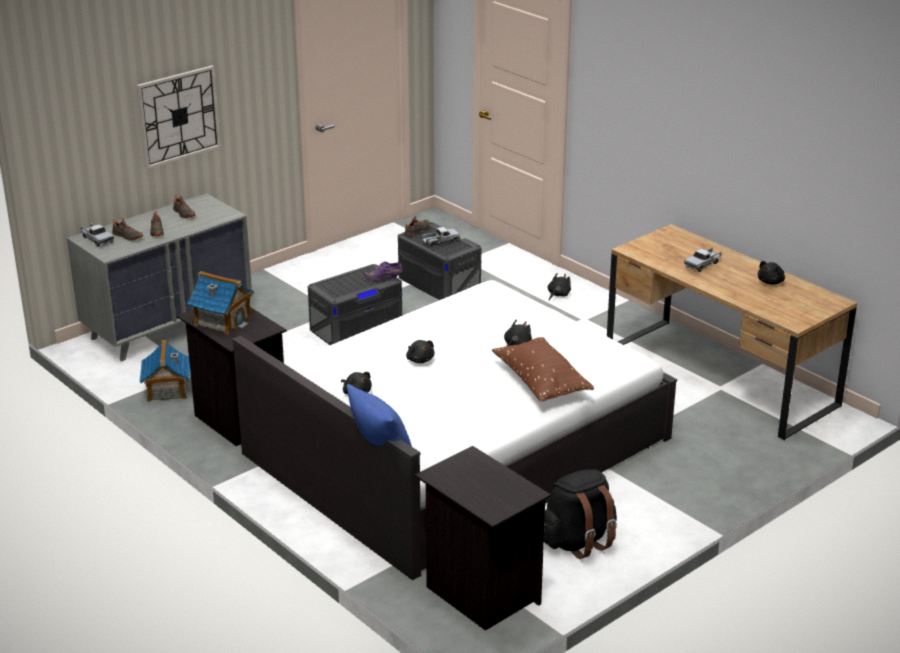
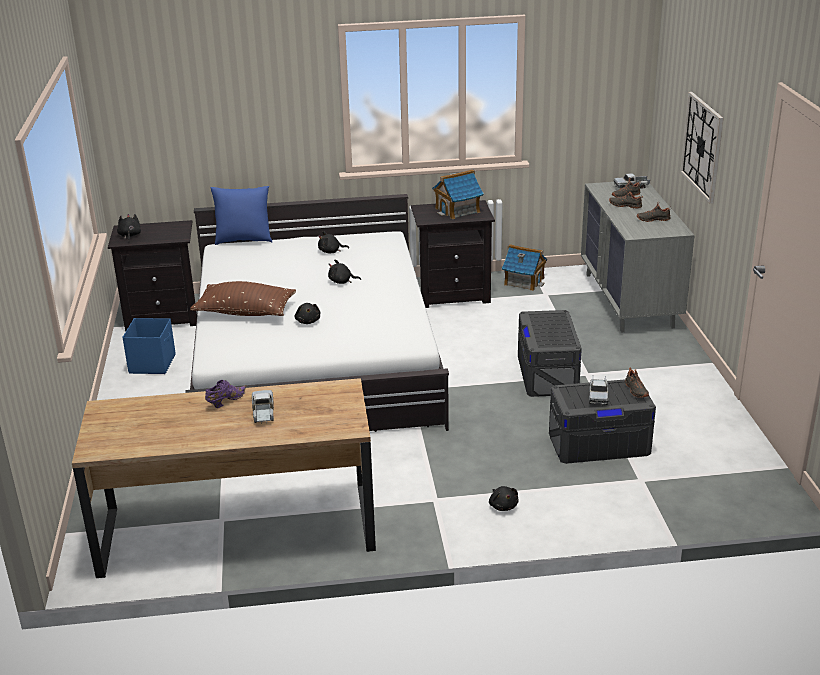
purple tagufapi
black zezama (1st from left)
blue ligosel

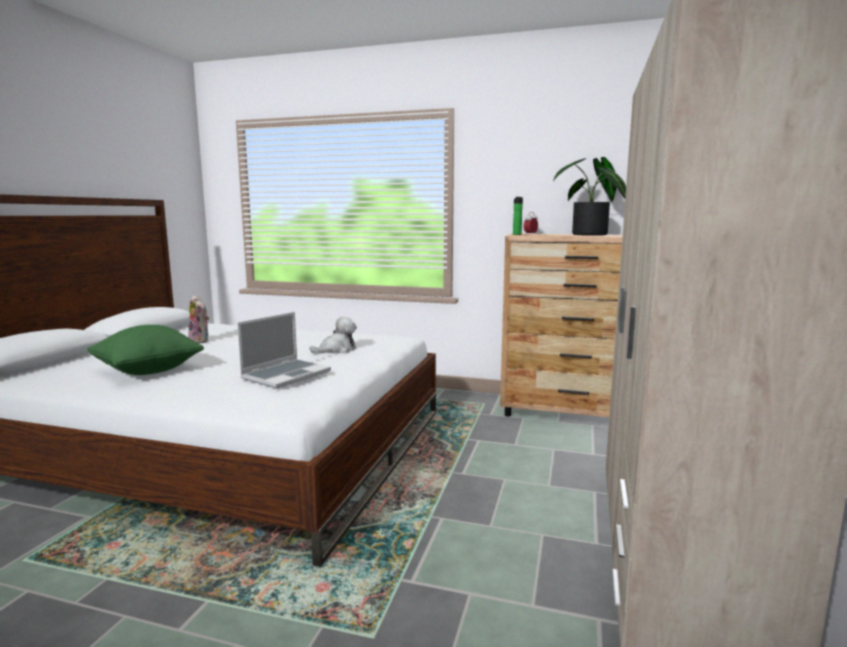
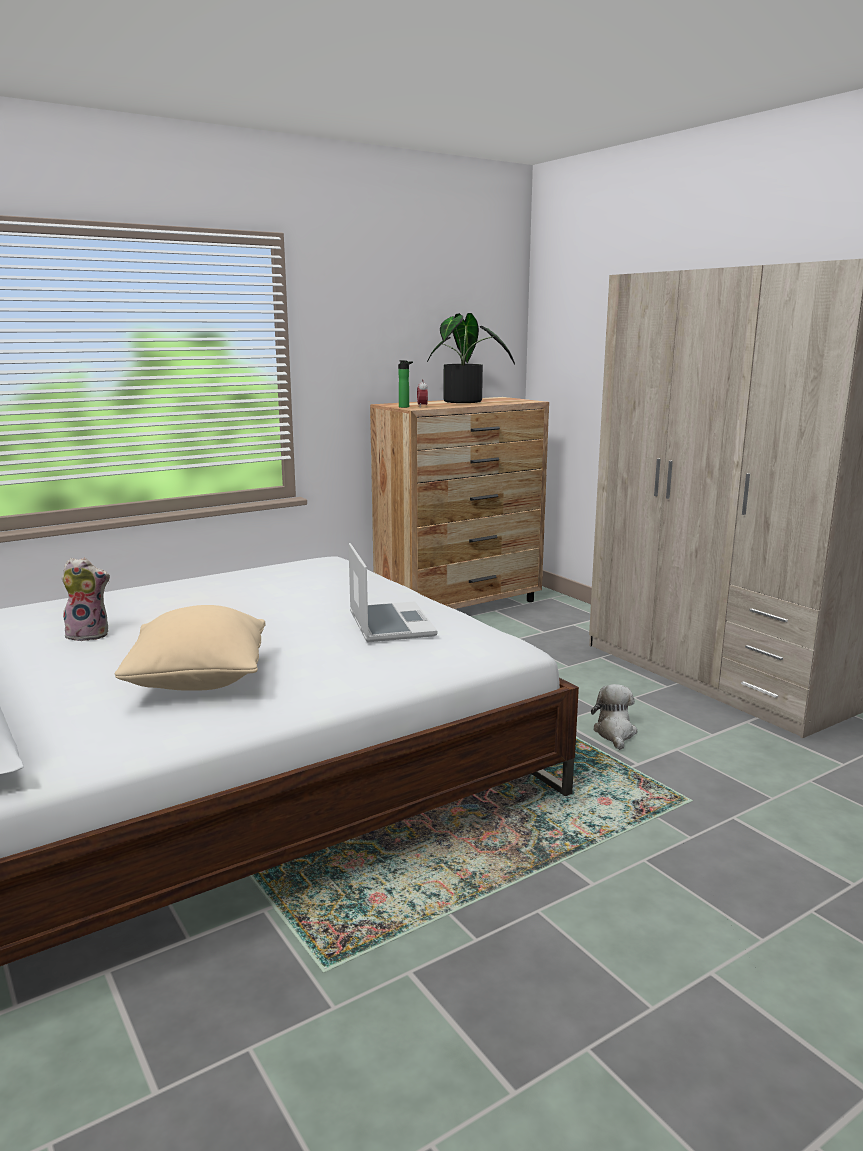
zezama (2nd from left)
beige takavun

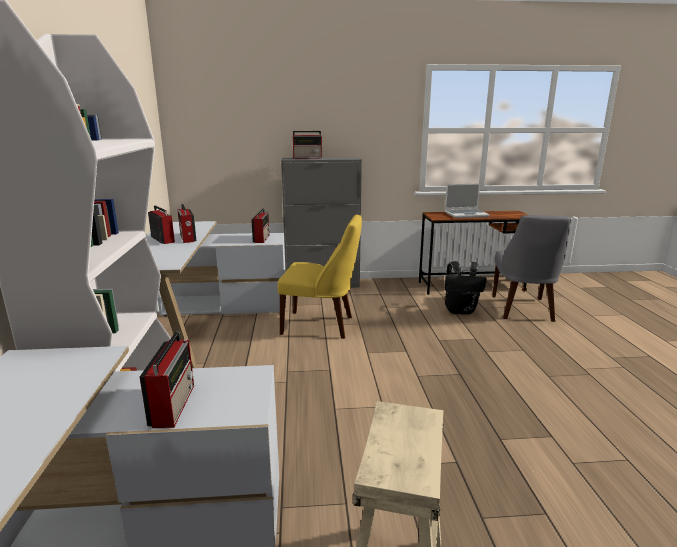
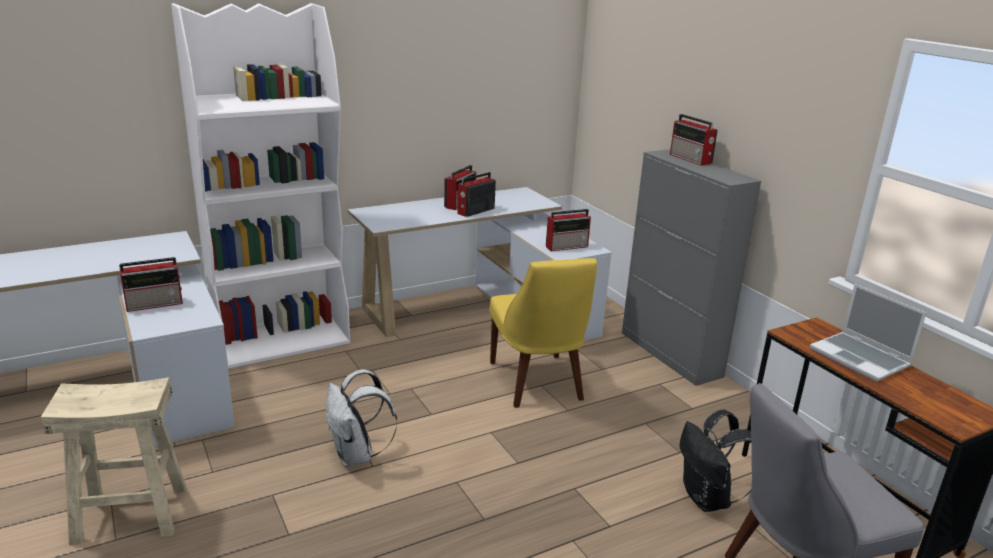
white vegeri

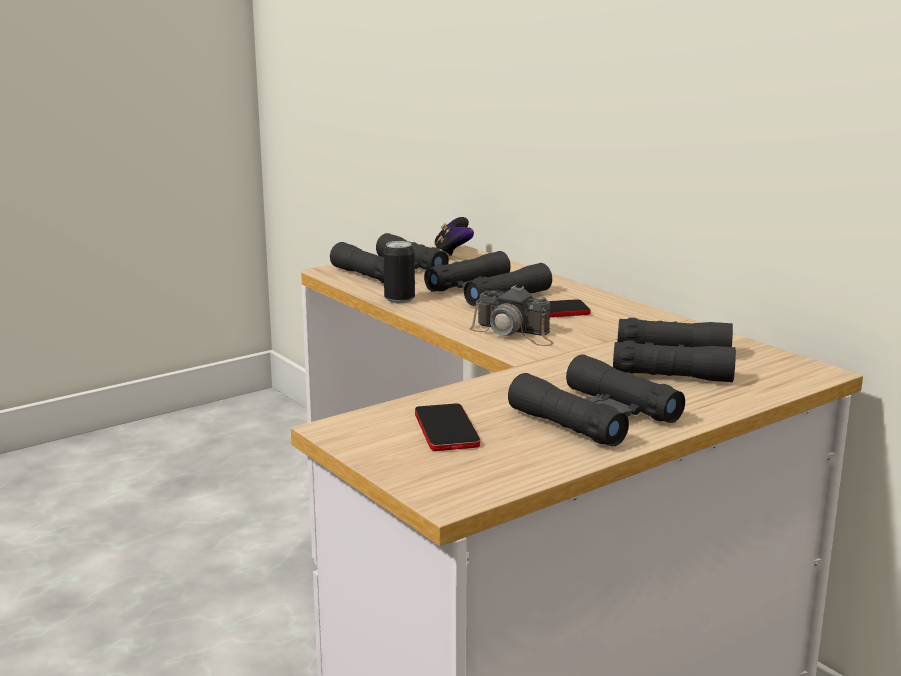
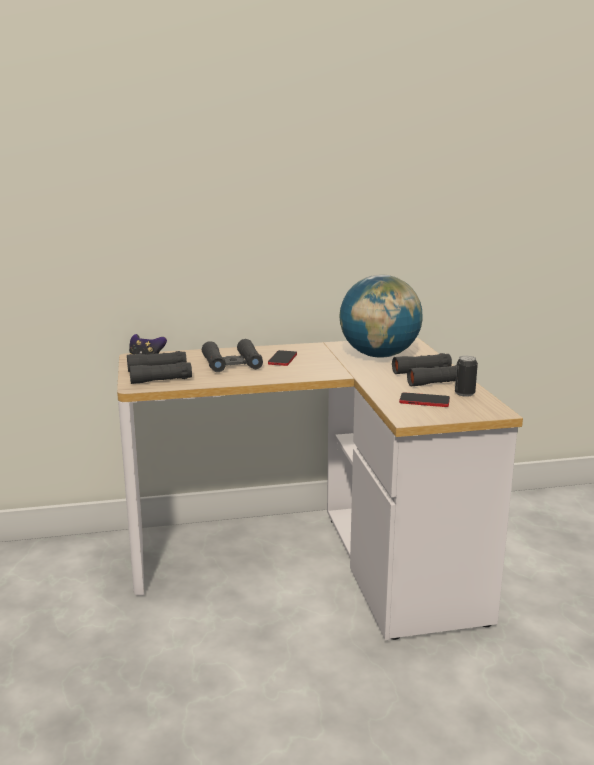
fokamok
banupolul
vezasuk

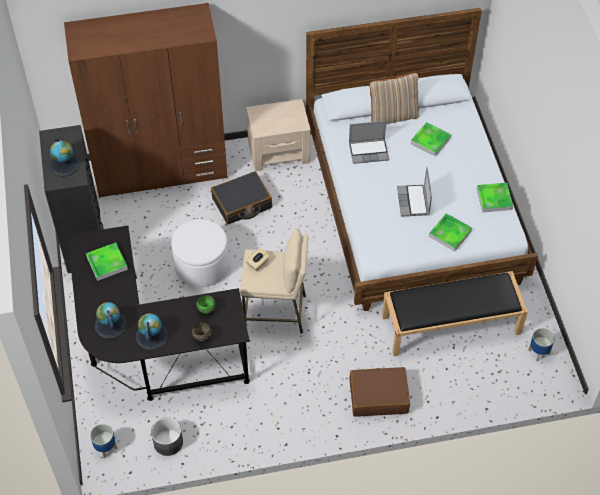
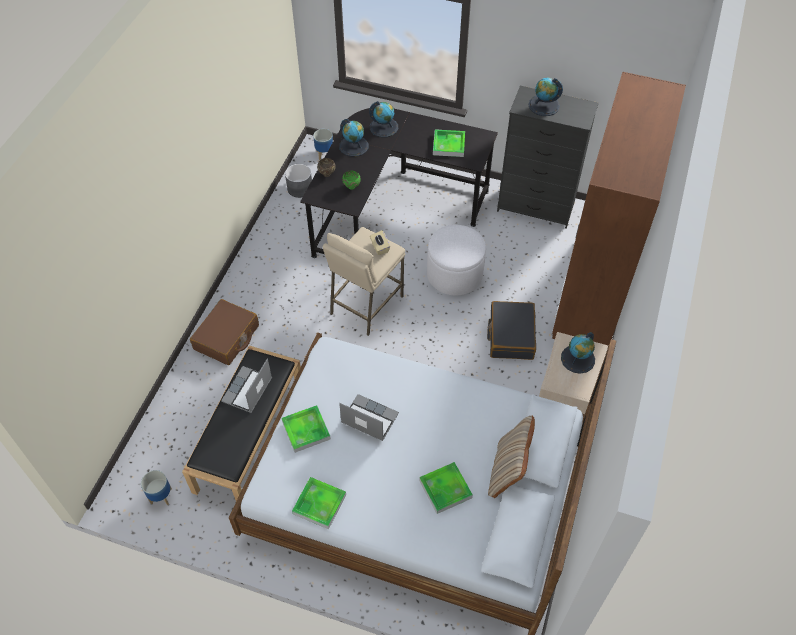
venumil (1st from left)
vezasuk (4th from left)

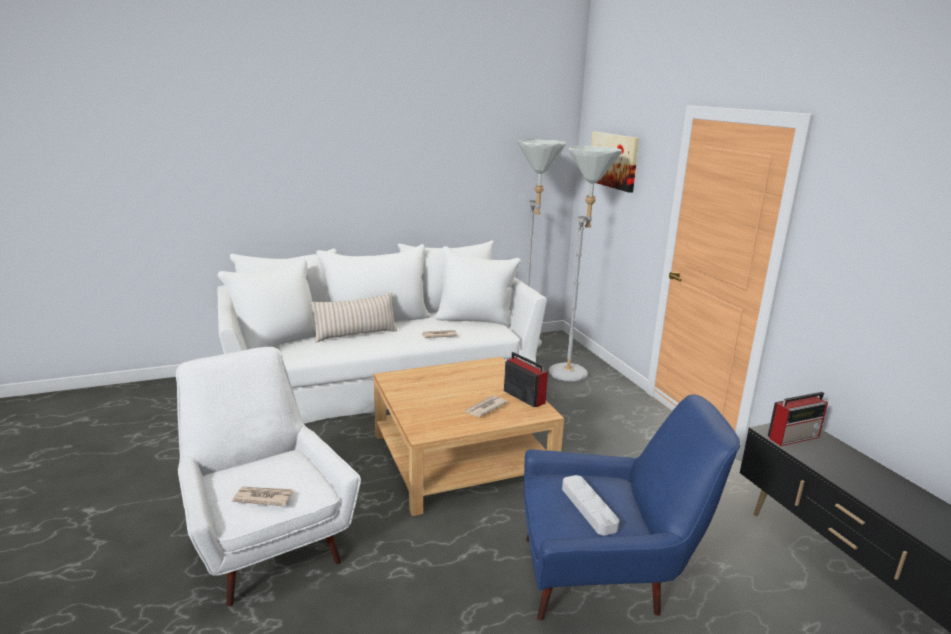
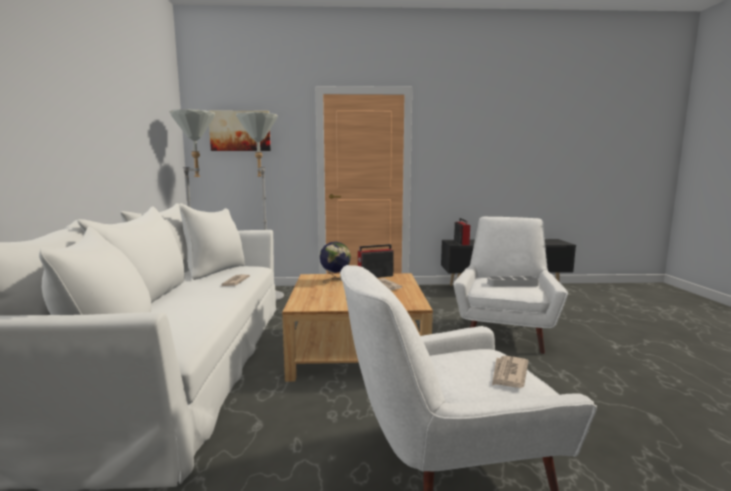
beige takavun
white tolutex (2nd from left)
vezasuk

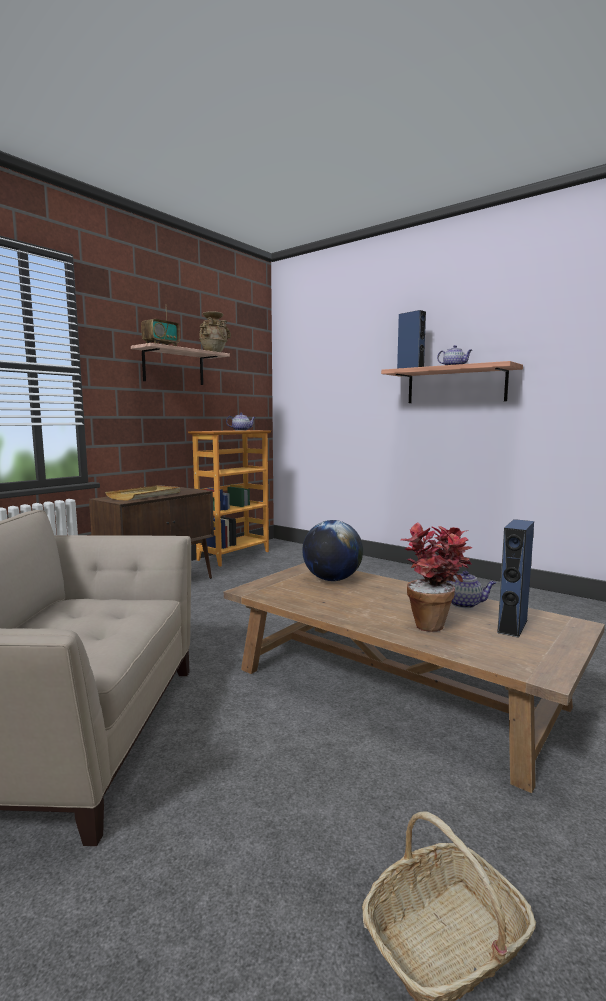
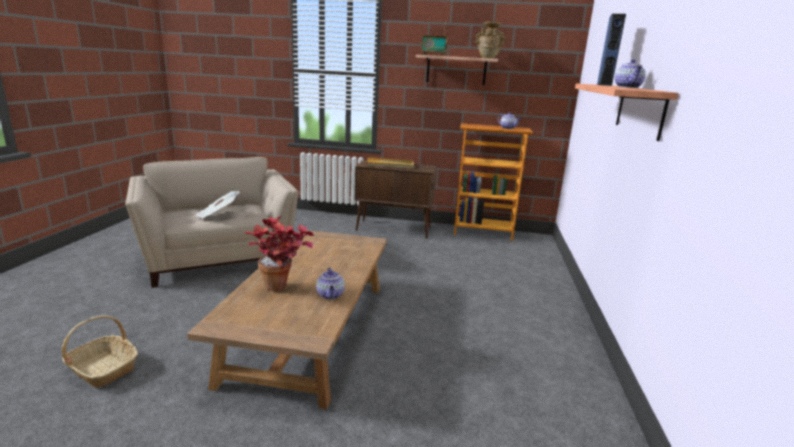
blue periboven (2nd from left in the first image)
vezasuk
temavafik

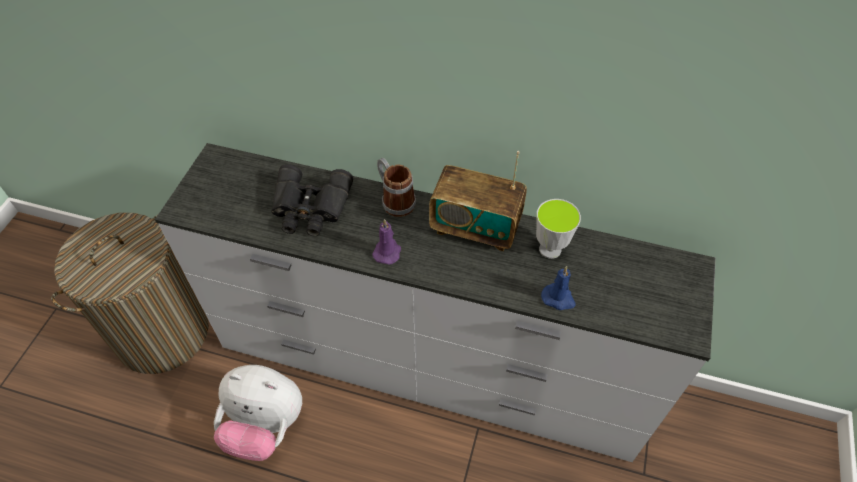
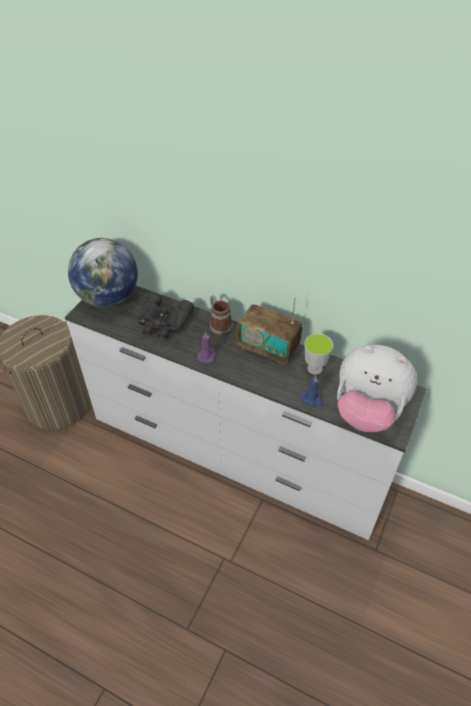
zezama
vezasuk

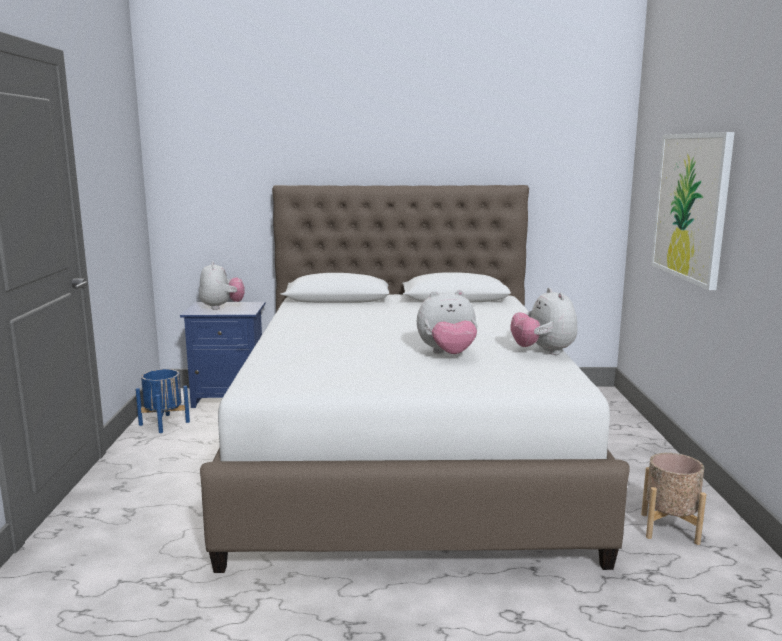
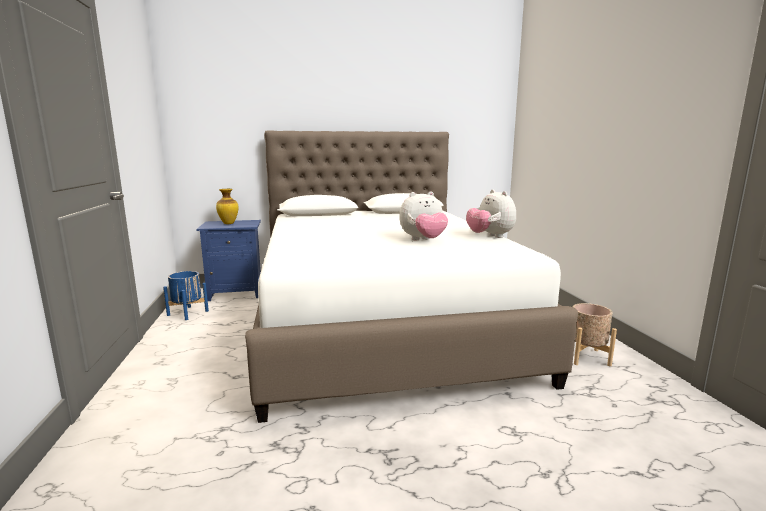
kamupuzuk
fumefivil

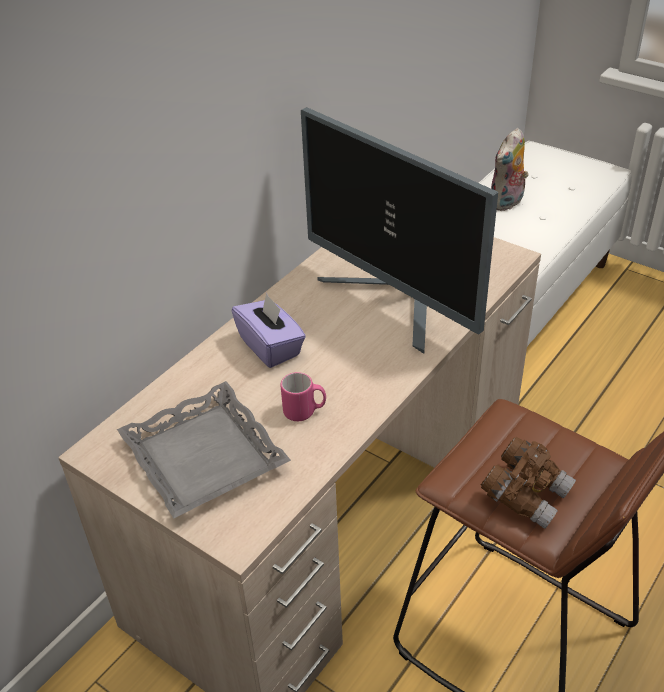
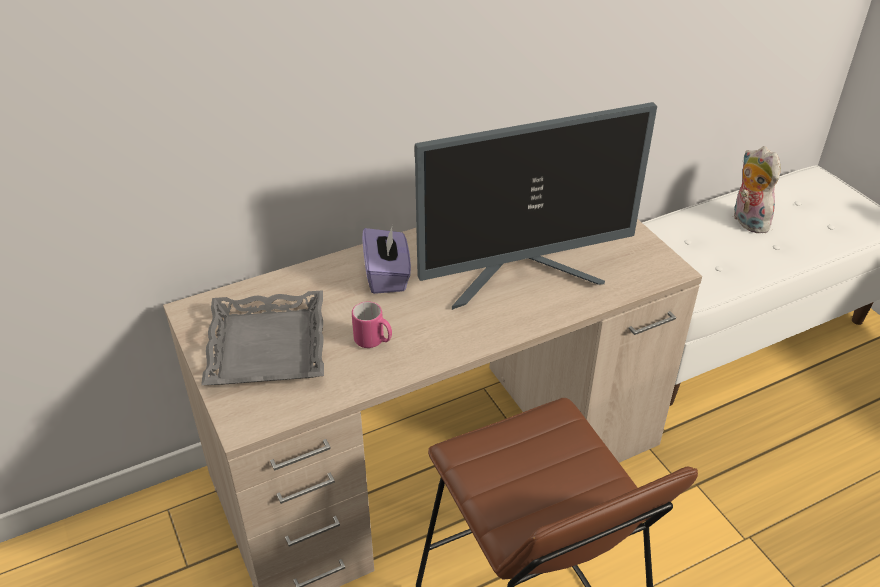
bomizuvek
zezama
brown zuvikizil

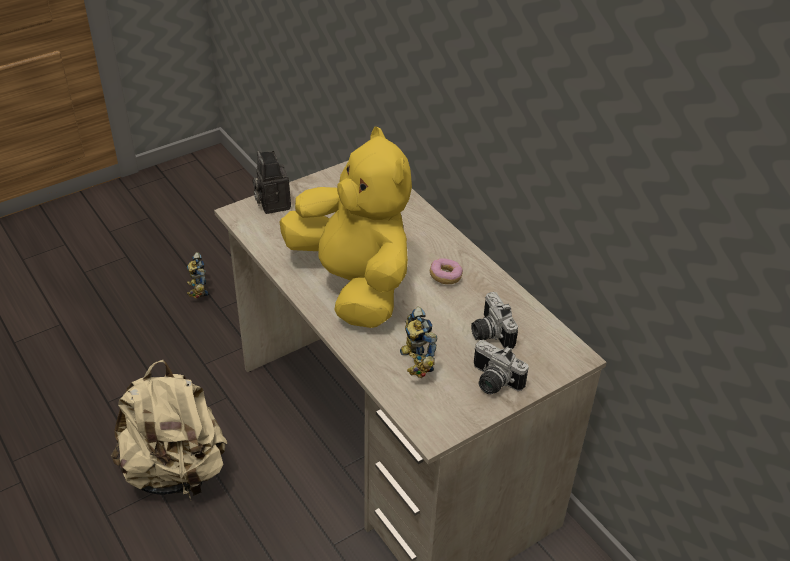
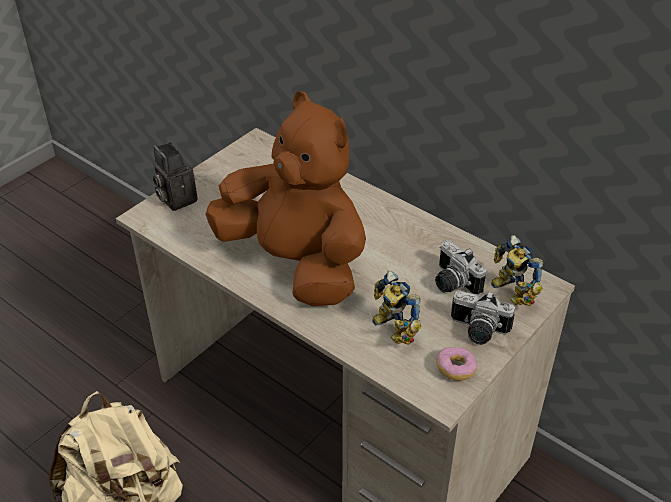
brown zezama
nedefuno (2nd from left)
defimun

